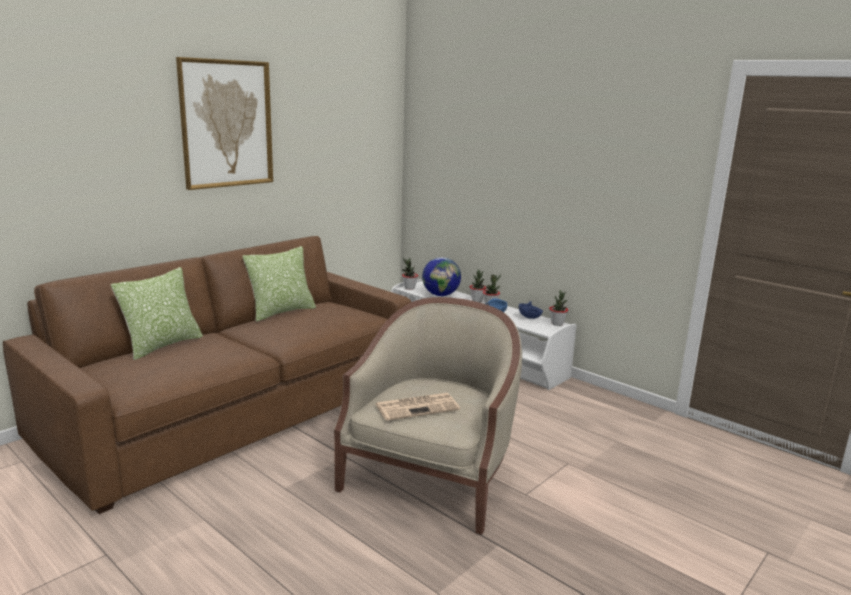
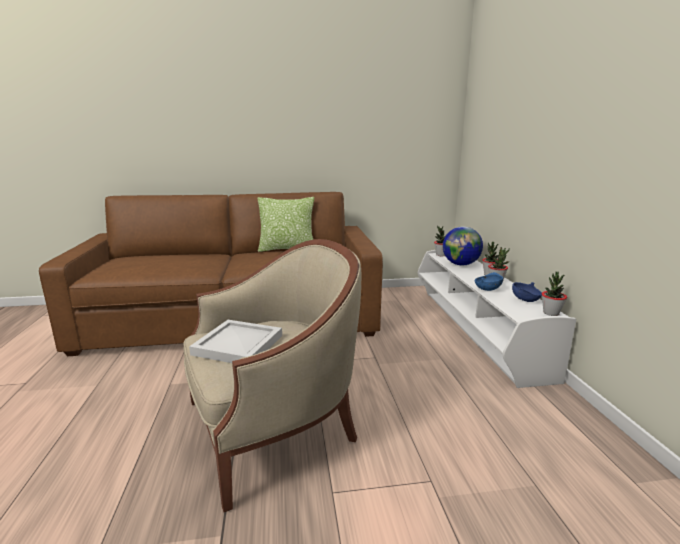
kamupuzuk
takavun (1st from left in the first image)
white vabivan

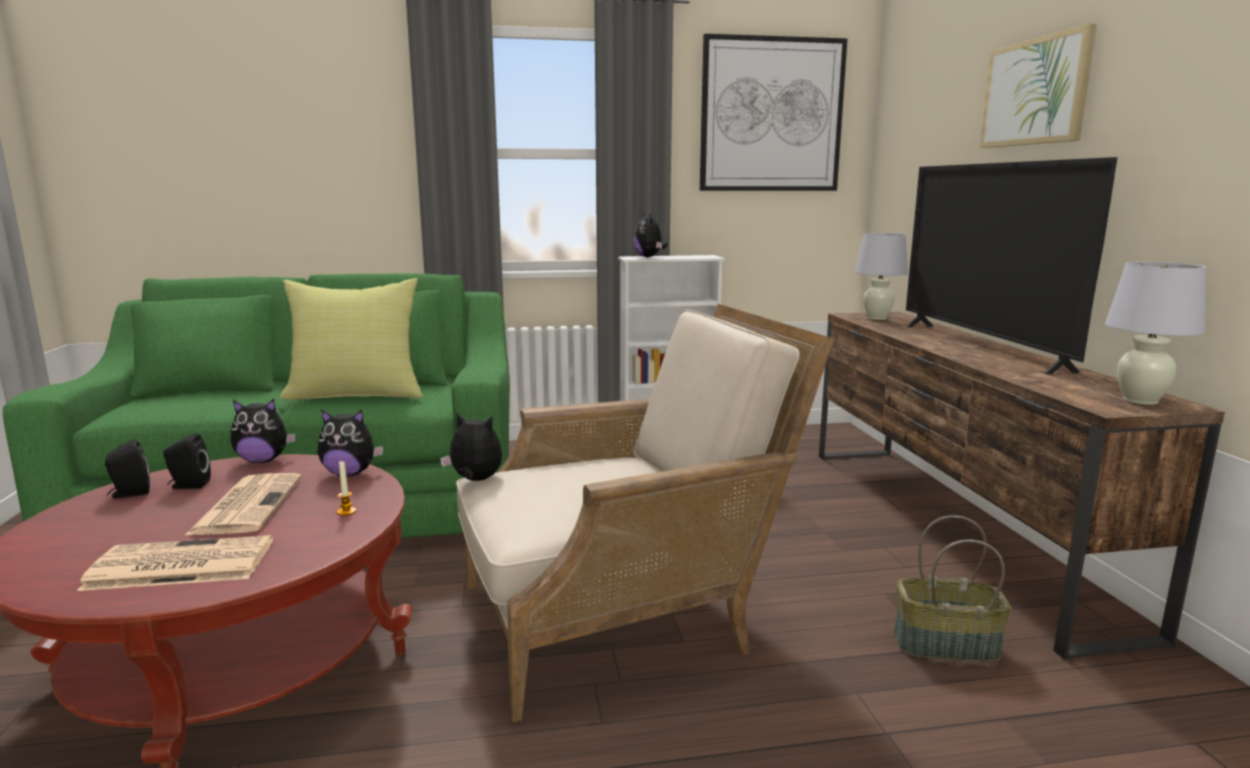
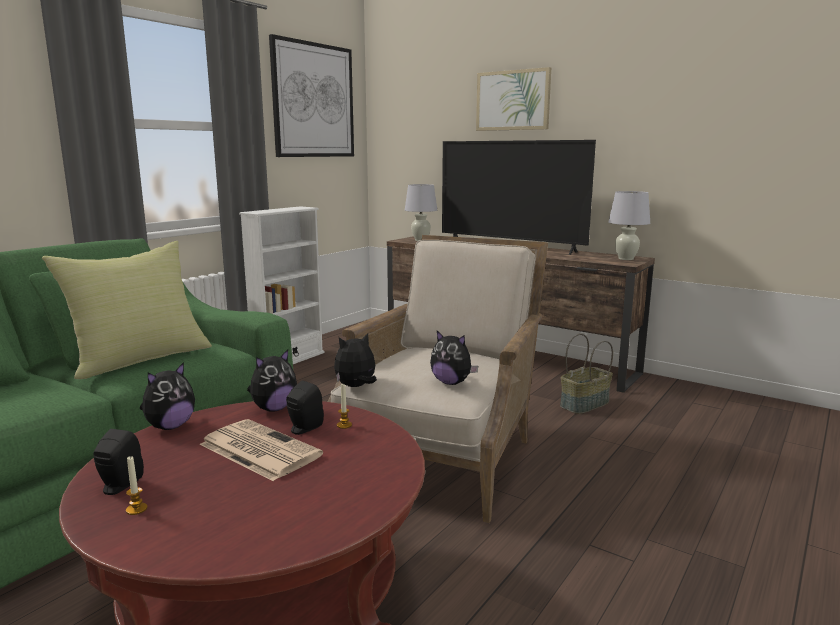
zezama (4th from left)
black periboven (2nd from left)
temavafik (1st from left in the first image)
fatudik (1st from left)

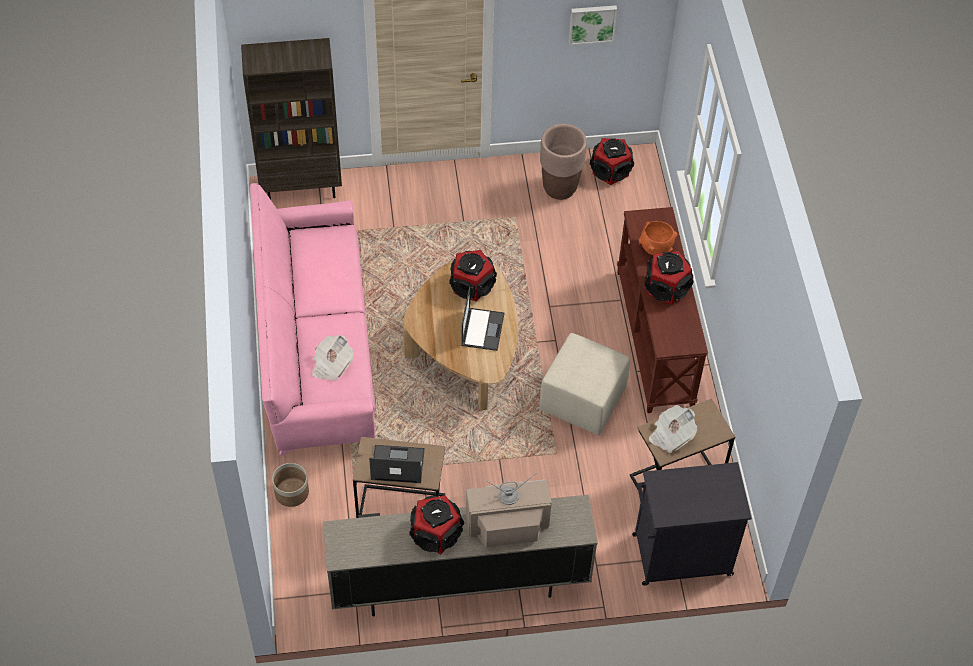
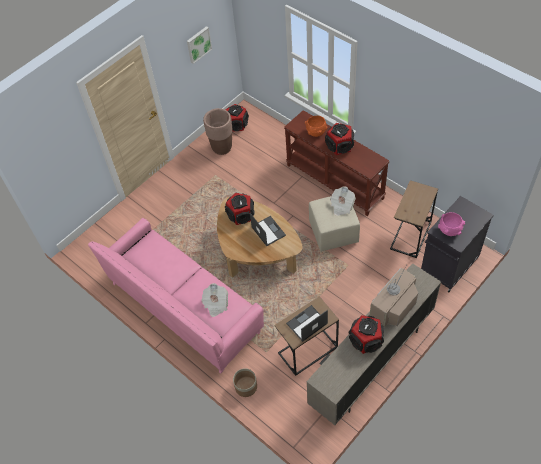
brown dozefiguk
temavafik (2nd from left)
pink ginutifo

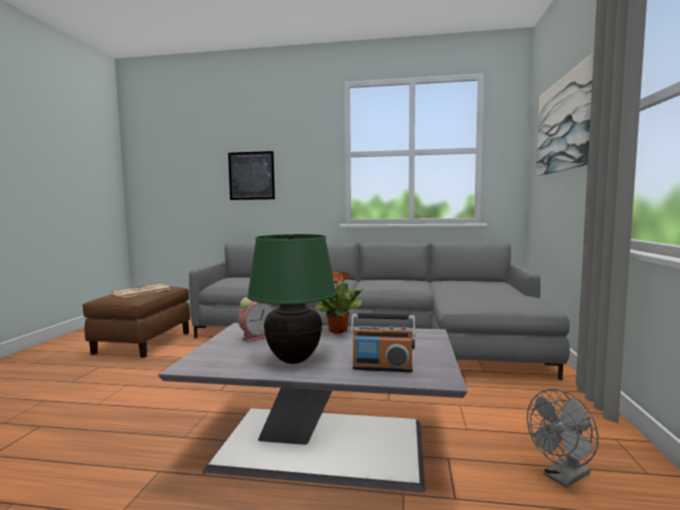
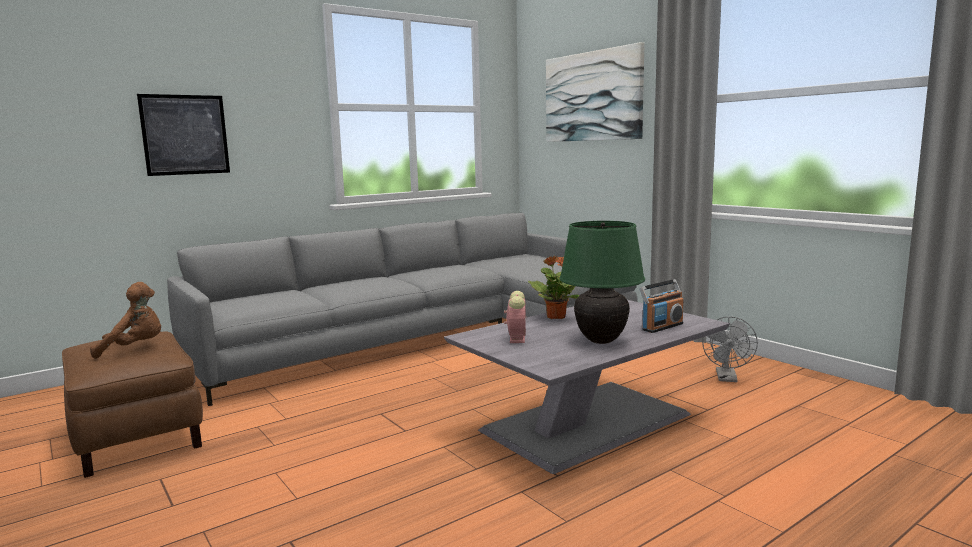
brown zezama

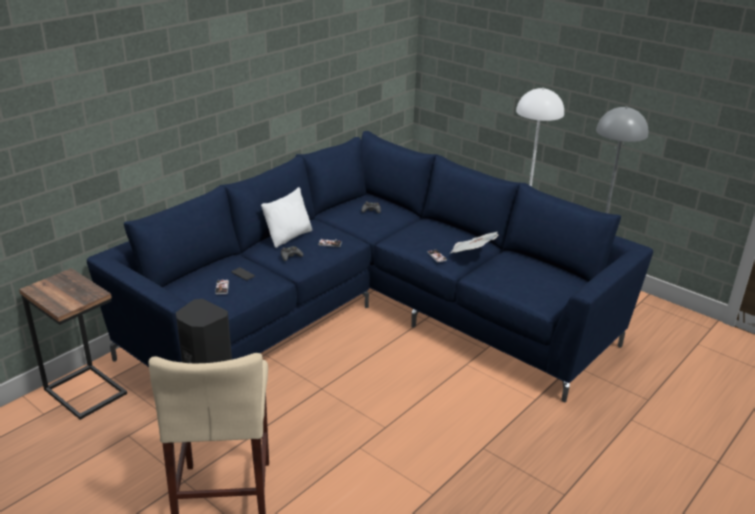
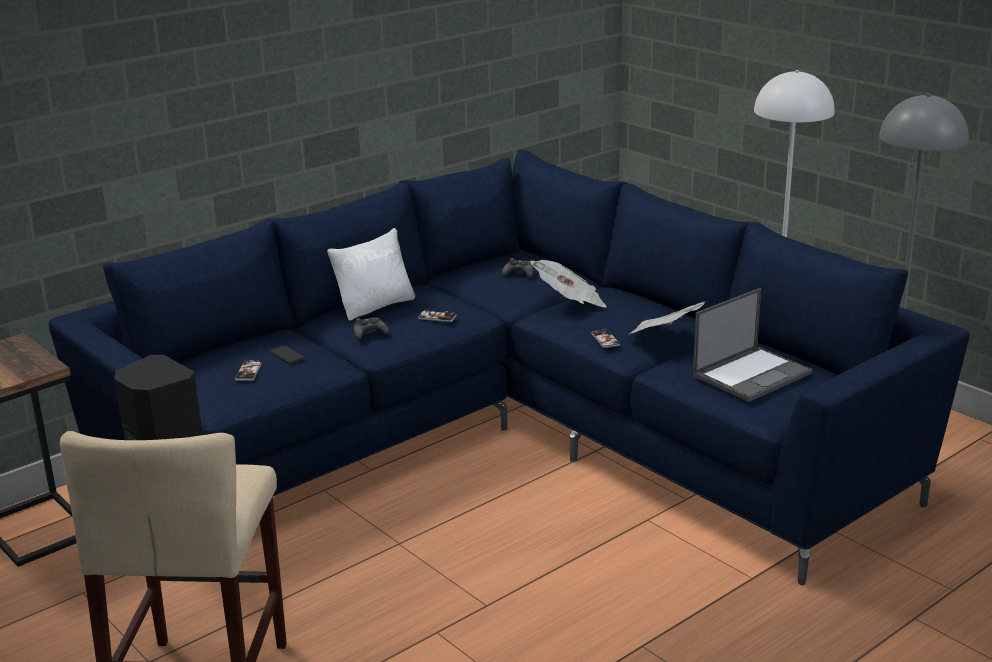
temavafik (1st from left)
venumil

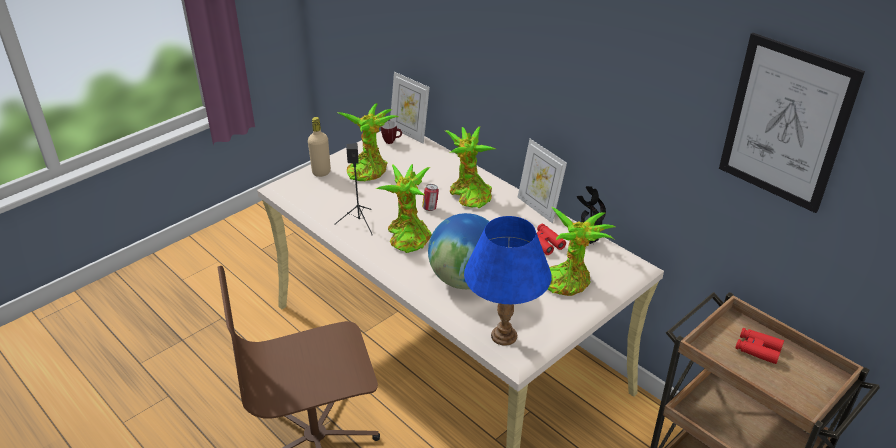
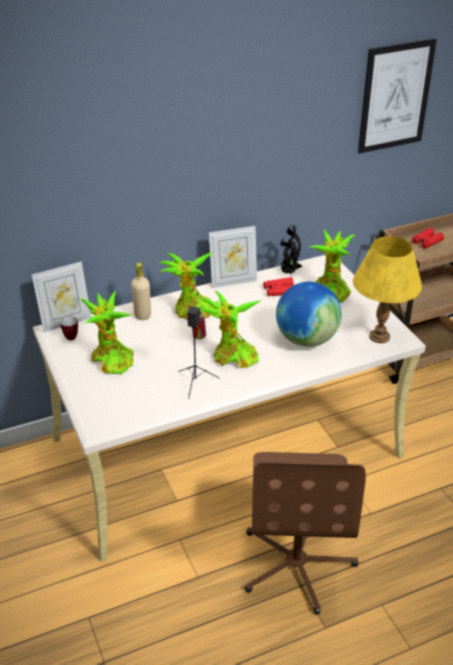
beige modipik
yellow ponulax

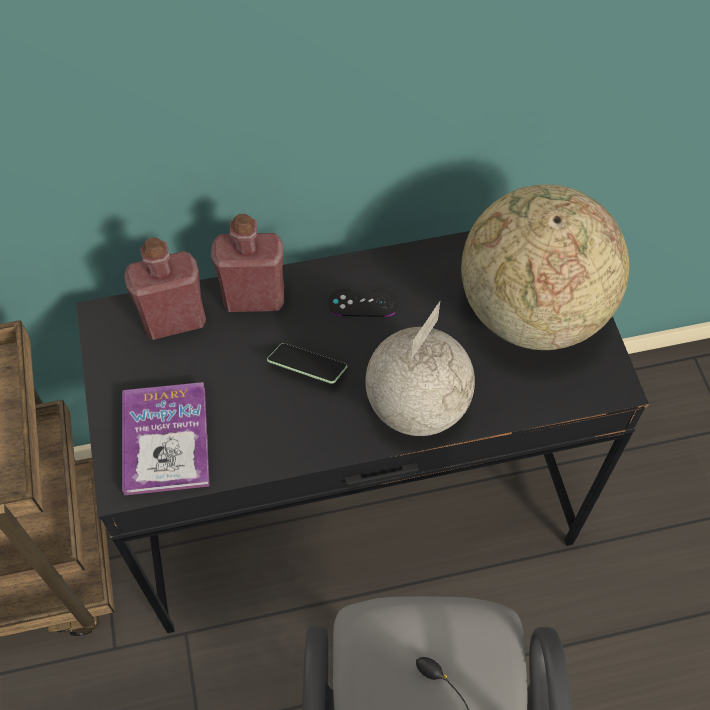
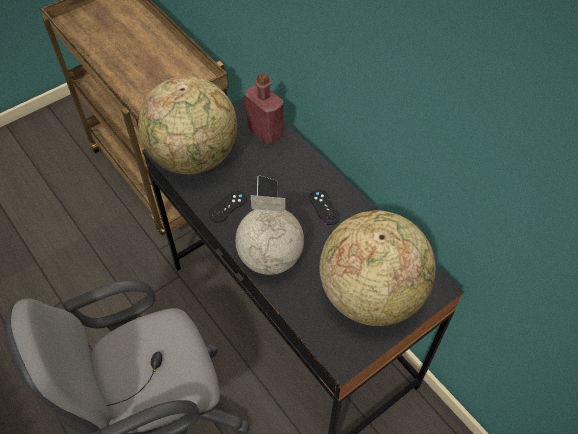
red modipik (2nd from left in the first image)
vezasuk (1st from left)
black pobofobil (1st from left)

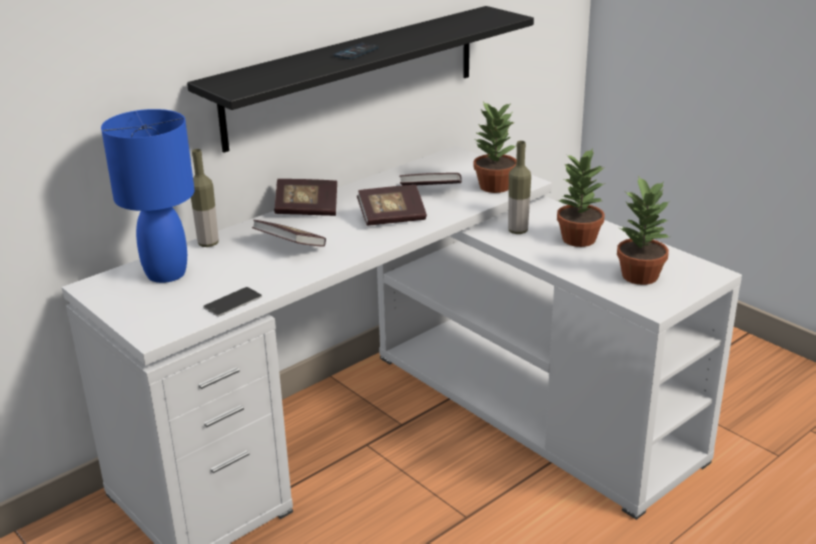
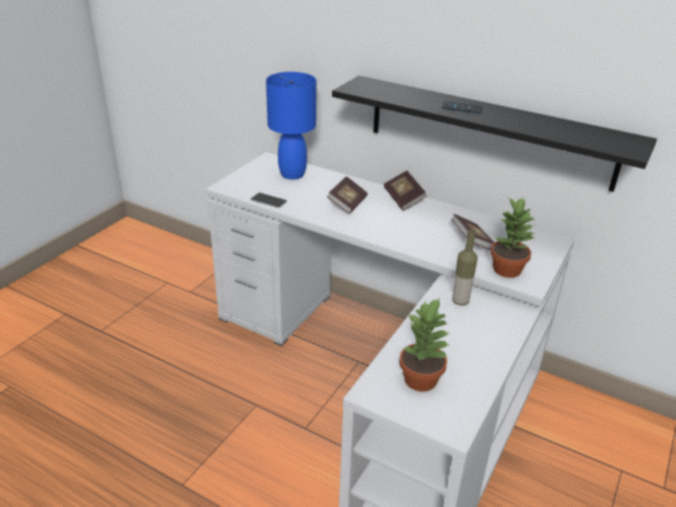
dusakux (2nd from left in the first image)
modipik (1st from left in the first image)
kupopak (3rd from left in the first image)

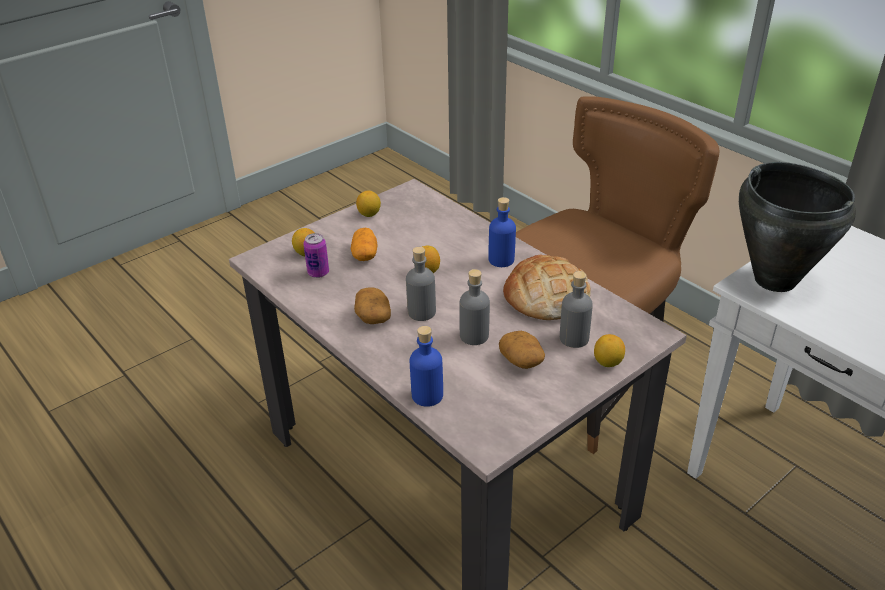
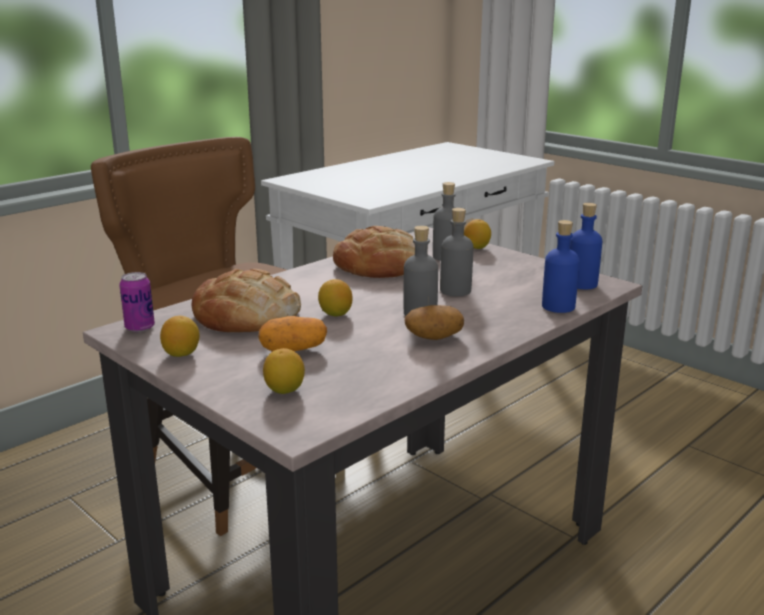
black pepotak
blue modipik (2nd from left)
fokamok
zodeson (3rd from left in the first image)
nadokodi (1st from left)

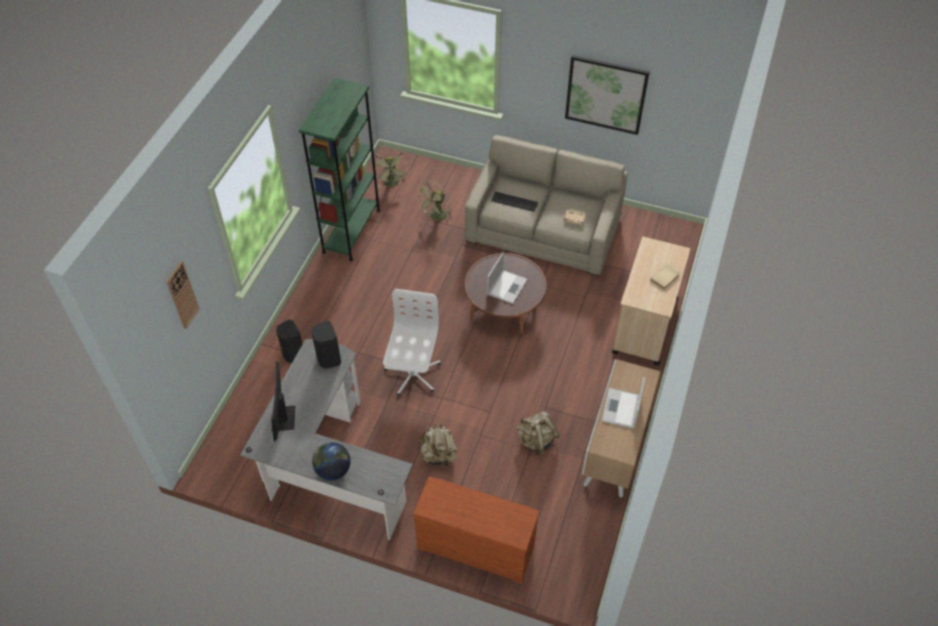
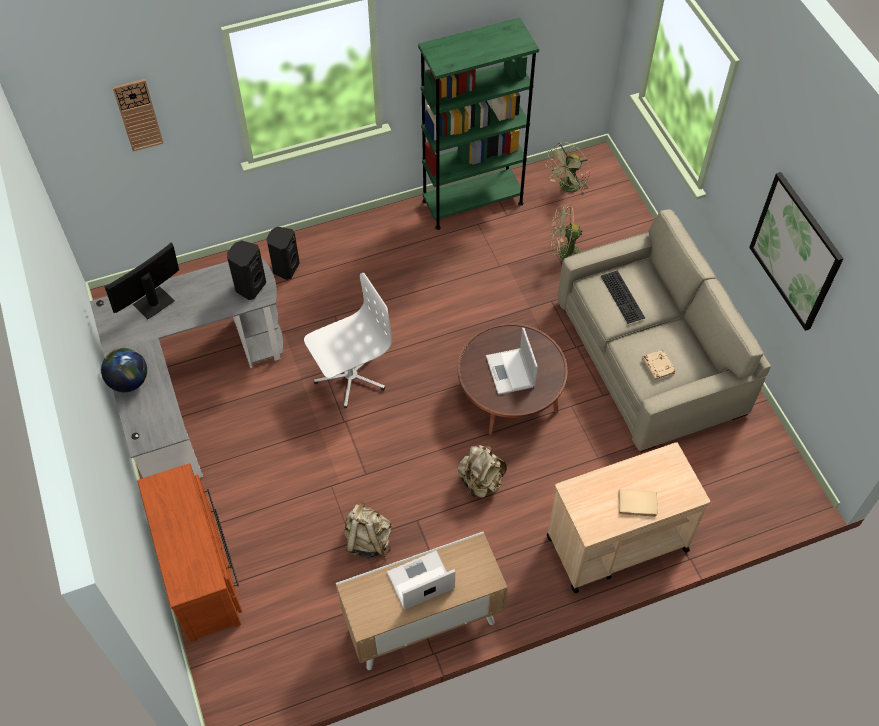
venumil (2nd from left)
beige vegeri (2nd from left)

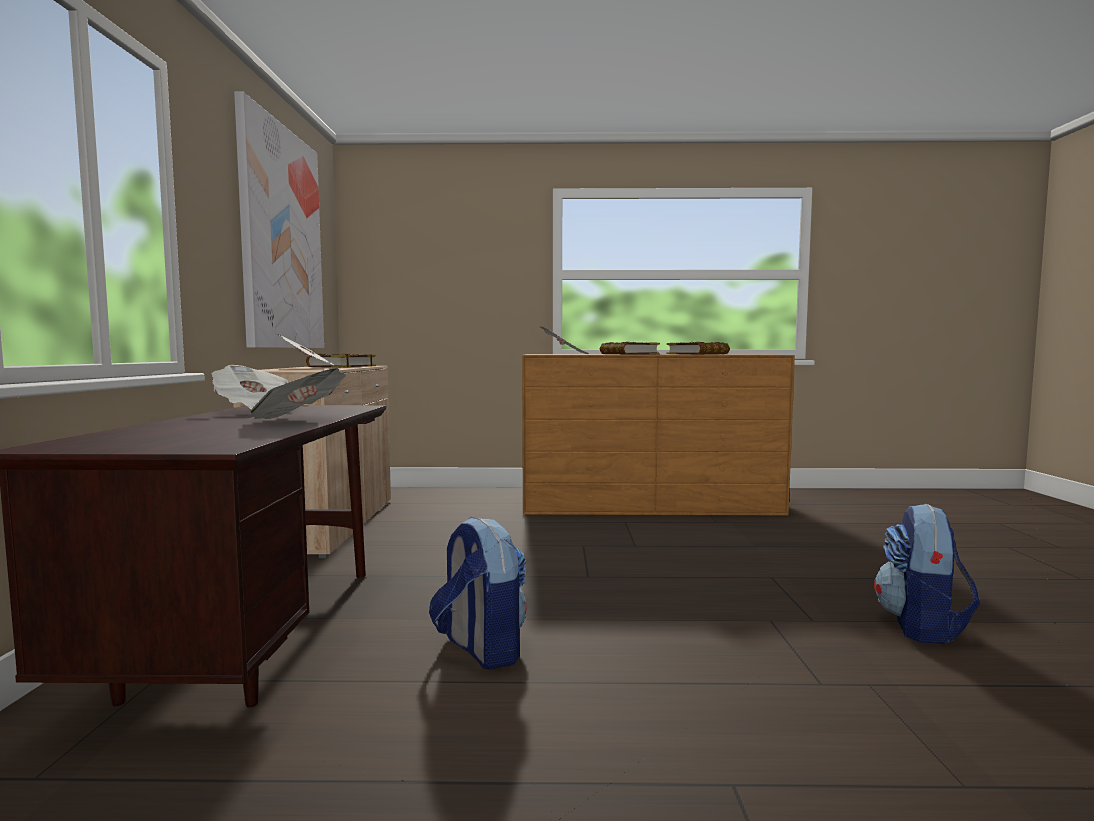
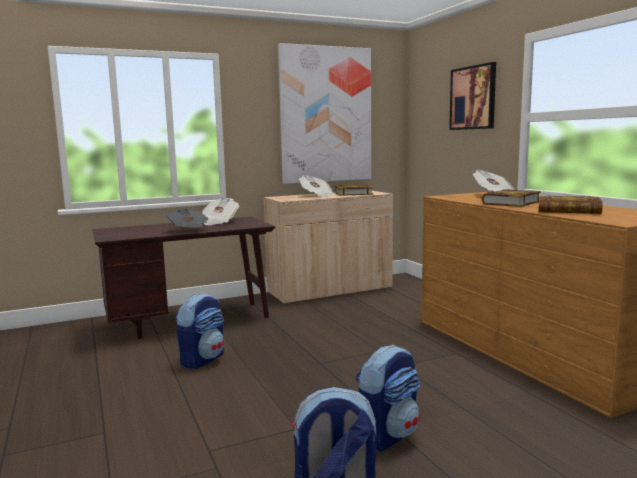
kamupuzuk (2nd from left)
vegeri (3rd from left)

